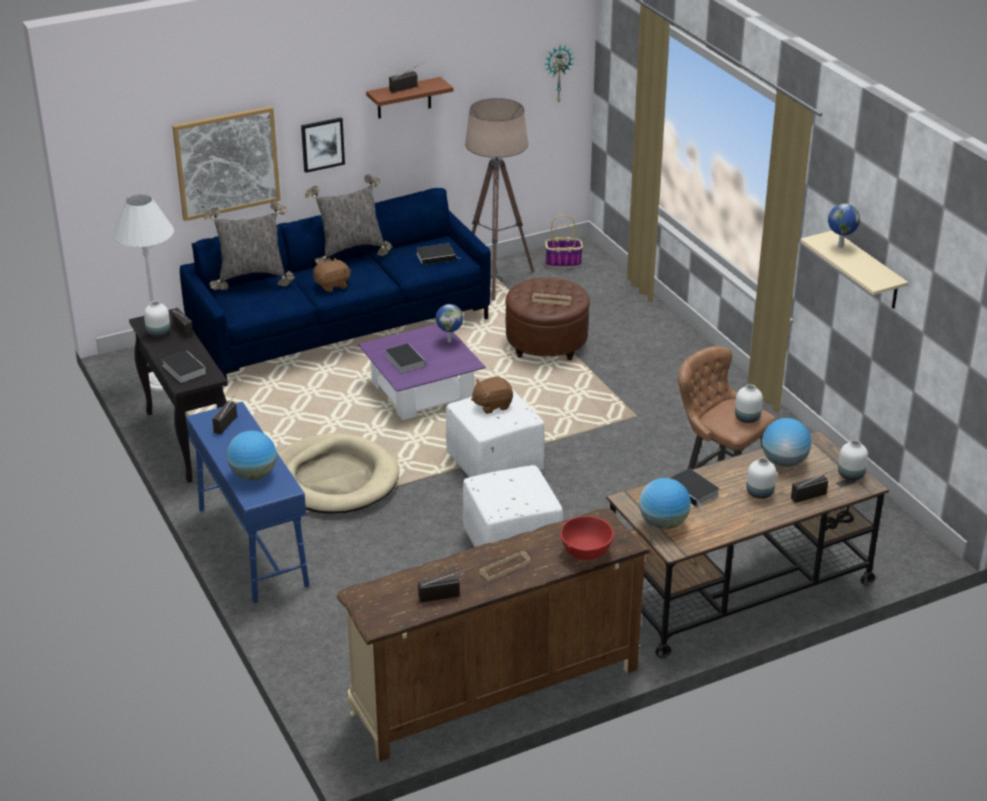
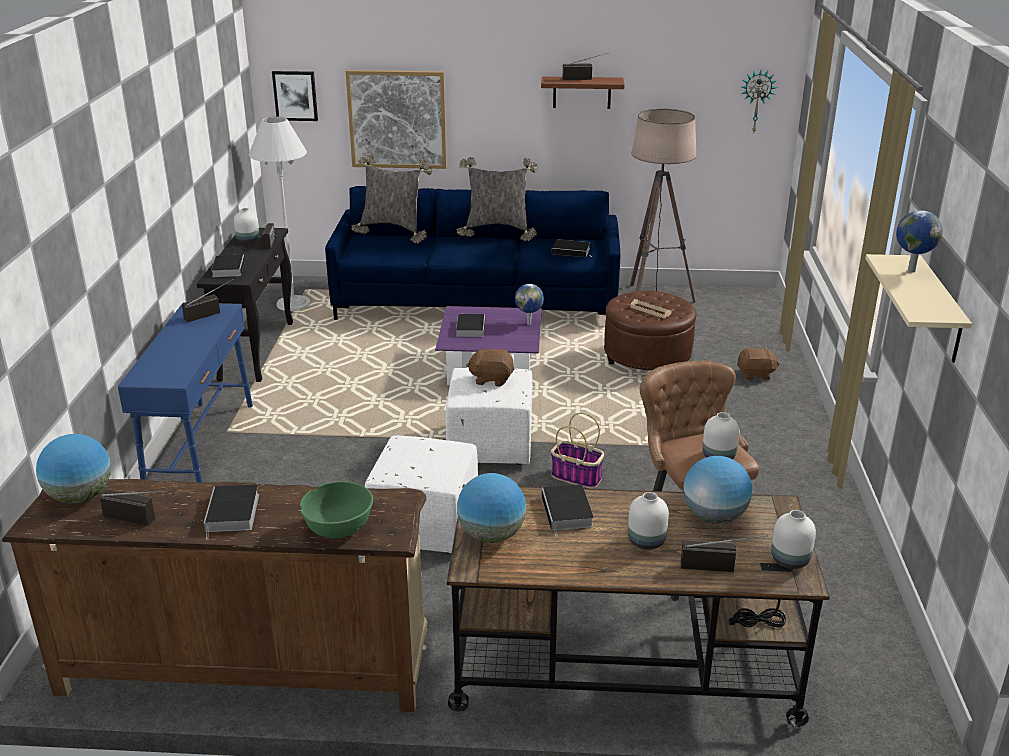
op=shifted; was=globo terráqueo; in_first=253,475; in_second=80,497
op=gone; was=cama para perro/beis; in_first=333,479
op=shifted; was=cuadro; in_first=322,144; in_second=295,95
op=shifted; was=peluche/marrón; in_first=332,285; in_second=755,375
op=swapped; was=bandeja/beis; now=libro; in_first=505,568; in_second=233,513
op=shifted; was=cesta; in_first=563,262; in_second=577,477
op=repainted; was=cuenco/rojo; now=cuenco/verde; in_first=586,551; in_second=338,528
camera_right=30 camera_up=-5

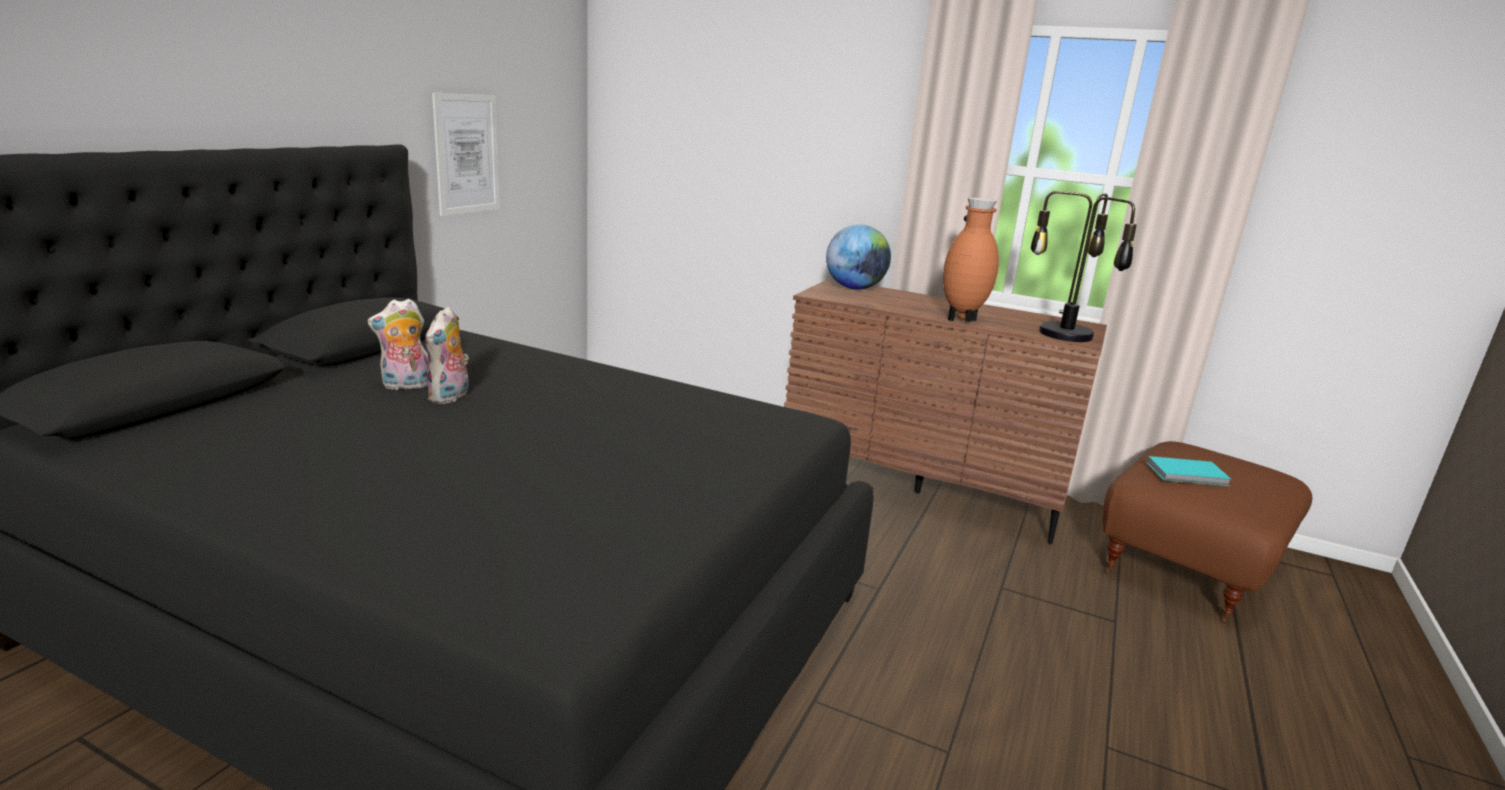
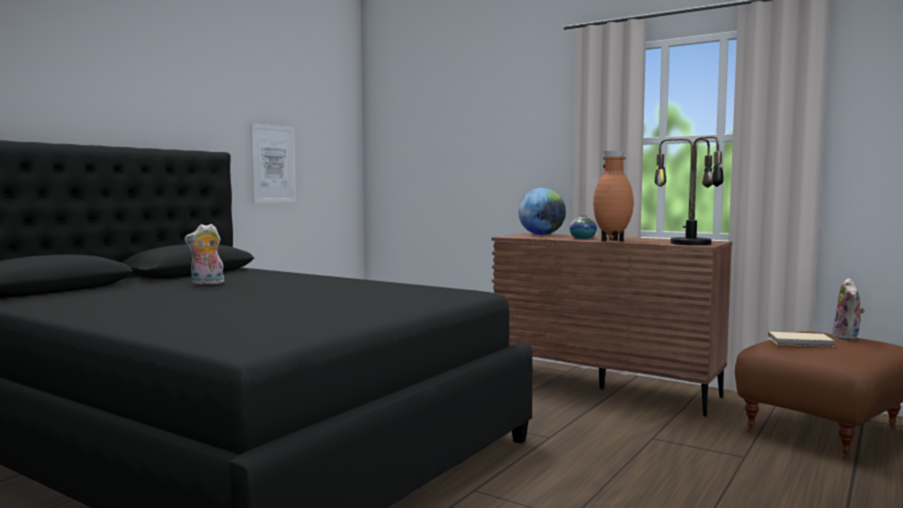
op=shifted; was=peluche; in_first=450,397; in_second=848,338
op=repainted; was=libro/turquesa; now=libro/beis; in_first=1188,474; in_second=801,342
op=new; now=florero; in_second=582,238
camera_right=10 camera_up=-15

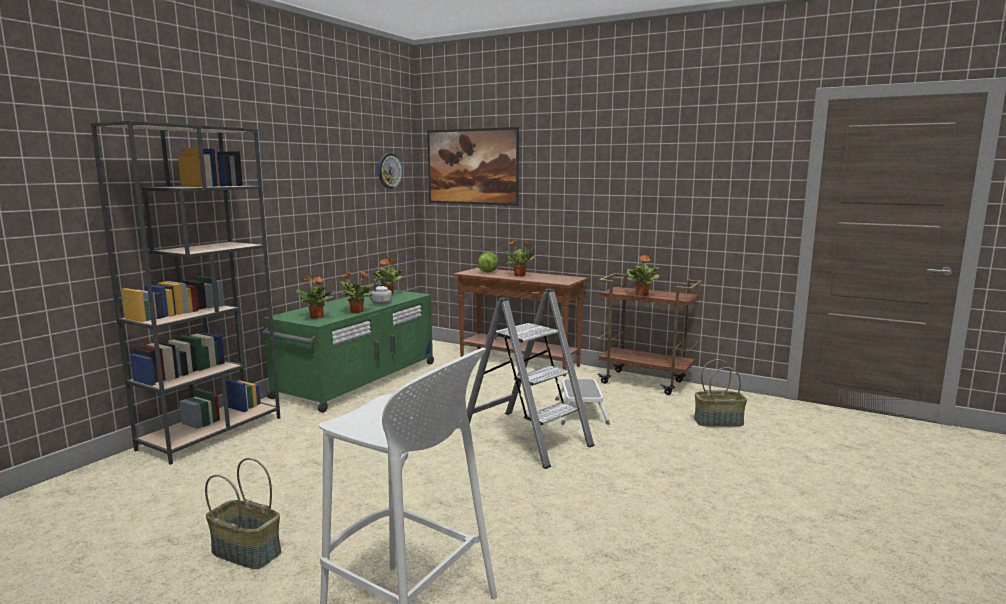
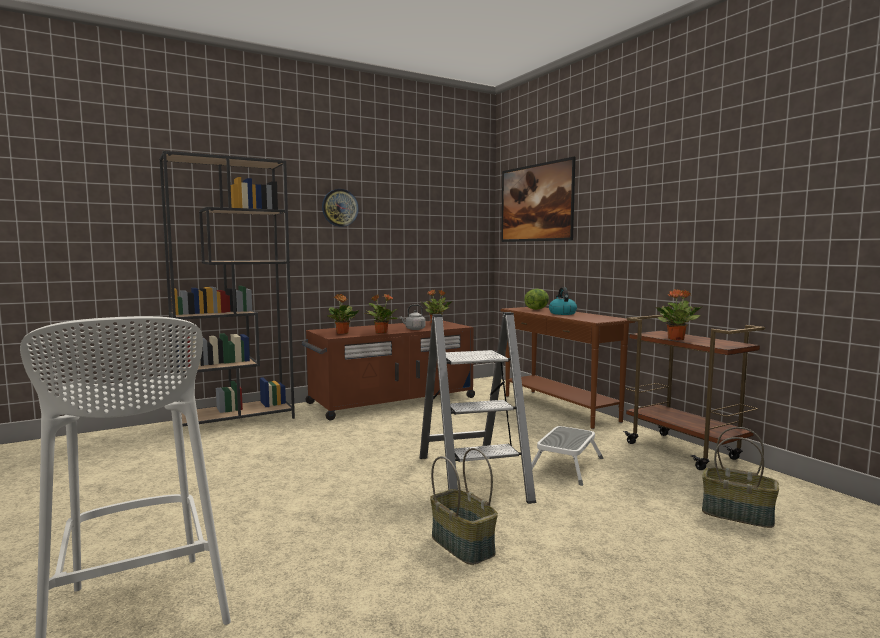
op=shifted; was=cesta; in_first=247,551; in_second=463,545
op=repainted; was=armario/verde; now=armario/marrón; in_first=359,379; in_second=393,400
op=shifted; was=reloj de pared; in_first=389,171; in_second=340,208
op=swapped; was=planta en maceta; now=hervidor; in_first=520,275; in_second=562,313
camera_right=30 camera_up=-5

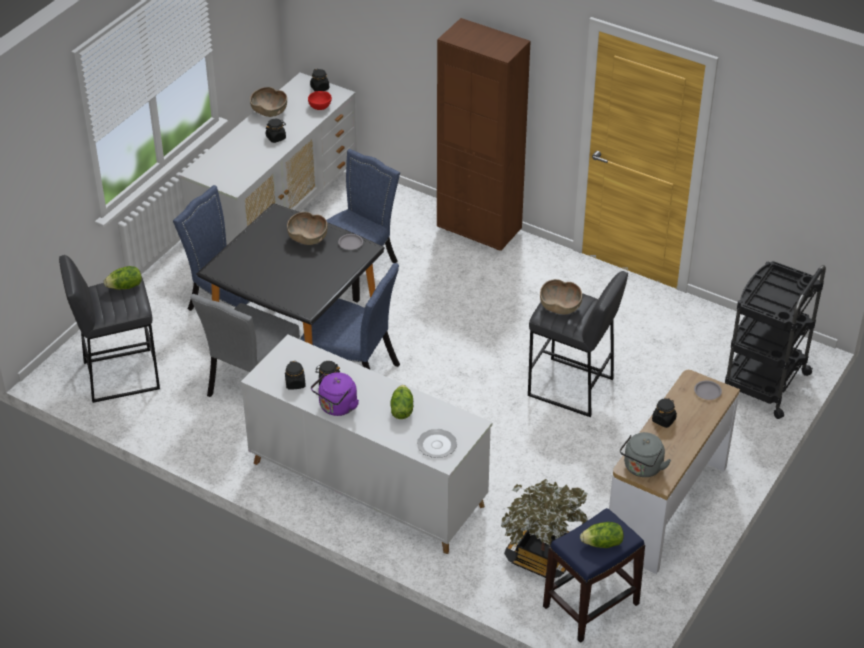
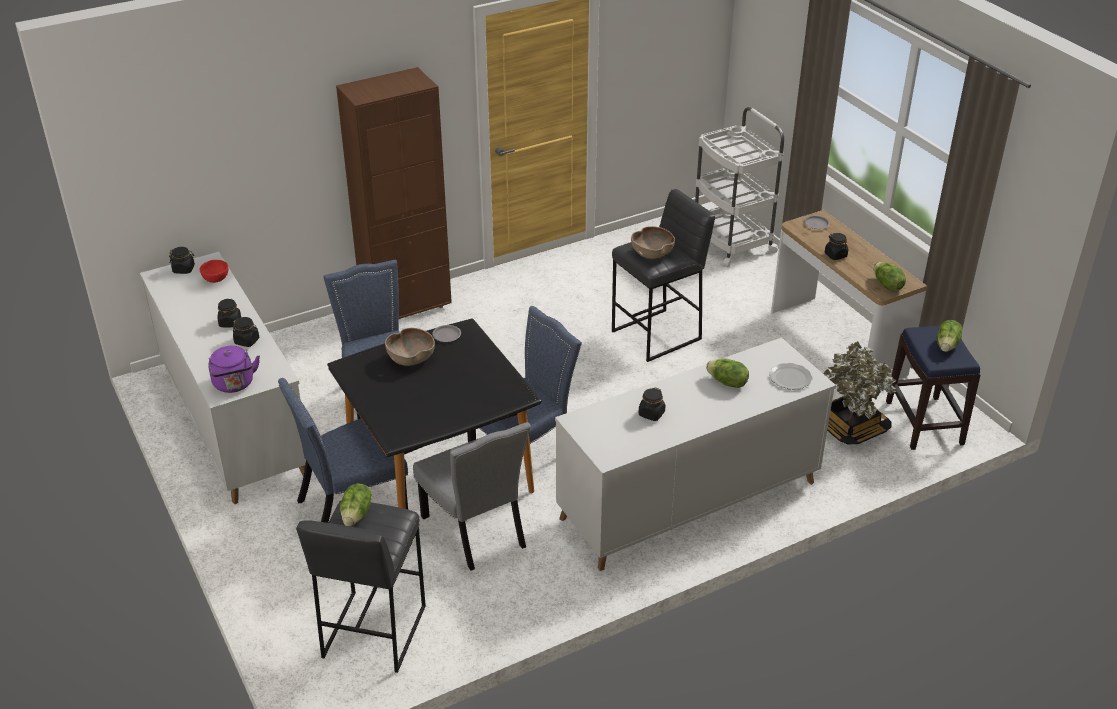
op=gone; was=cuenco/marrón; in_first=270,111
op=shifted; was=tarro/negro; in_first=295,383; in_second=247,341
op=shifted; was=hervidor/morado; in_first=336,407; in_second=234,385
op=swapped; was=hervidor/gris; now=lechuga; in_first=642,468; in_second=887,285
op=repainted; was=carrito/negro; now=carrito/blanco; in_first=763,383; in_second=730,243
camera_right=-60 camera_up=-5

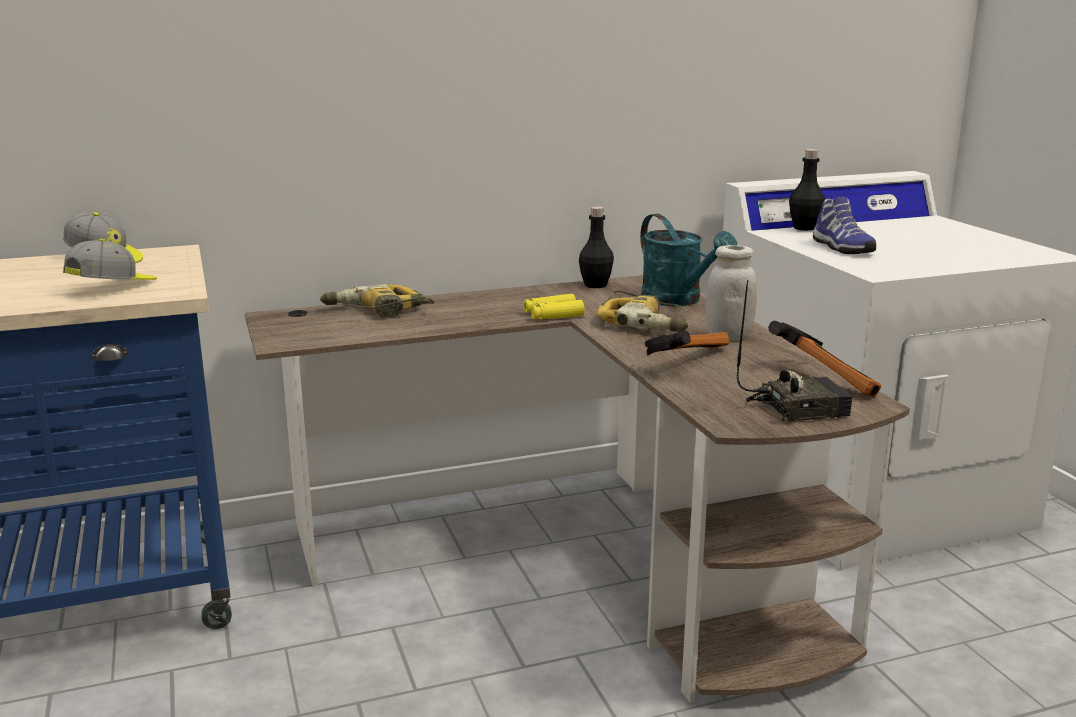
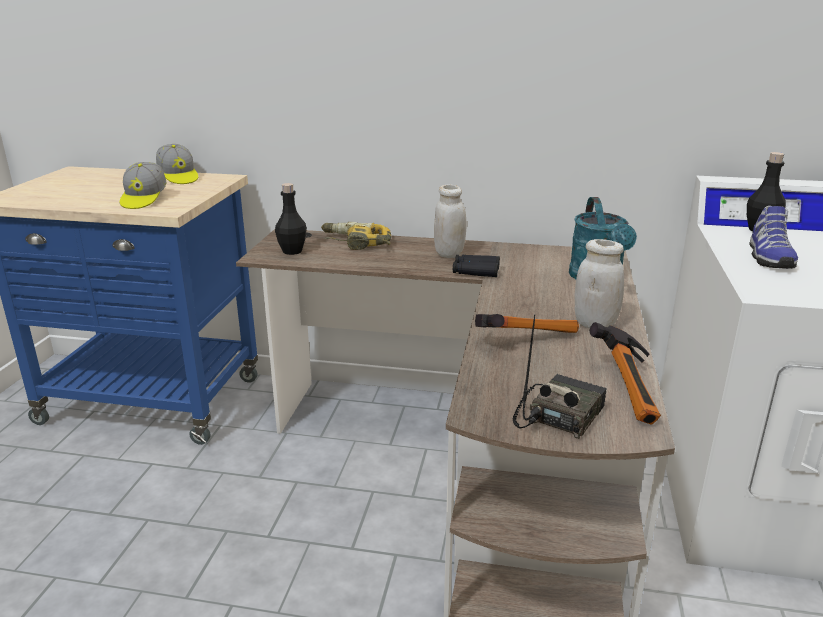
op=rotated; was=gorra; in_first=114,287; in_second=144,199; clockwise=120
op=repainted; was=prismáticos/amarillo; now=prismáticos/negro; in_first=553,315; in_second=475,271
op=shifted; was=botella/negro; in_first=595,285; in_second=292,251
op=gone; was=taladro; in_first=645,323
op=rotated; was=radio; in_first=797,408; in_second=558,415; clockwise=-75
op=new; now=tarro/blanco; in_second=449,254
camera_right=30 camera_up=5

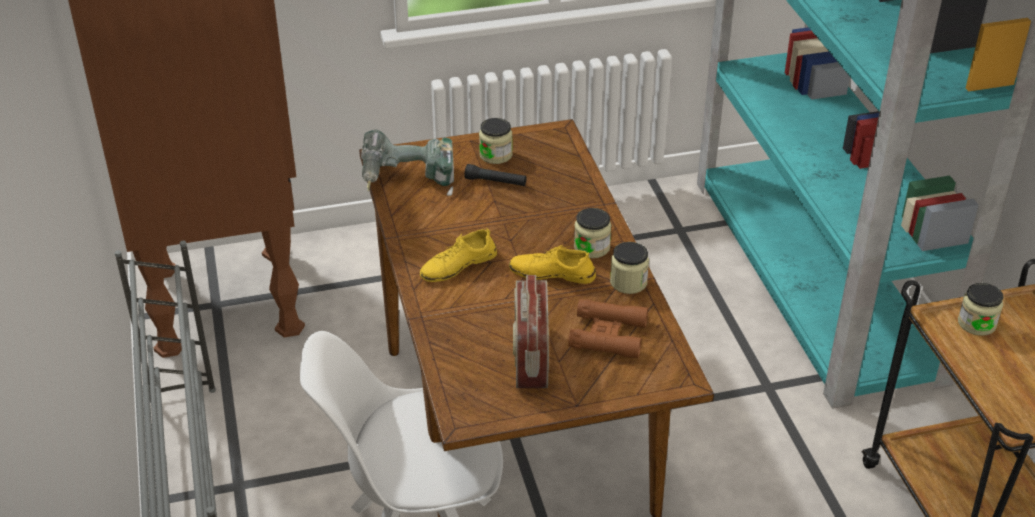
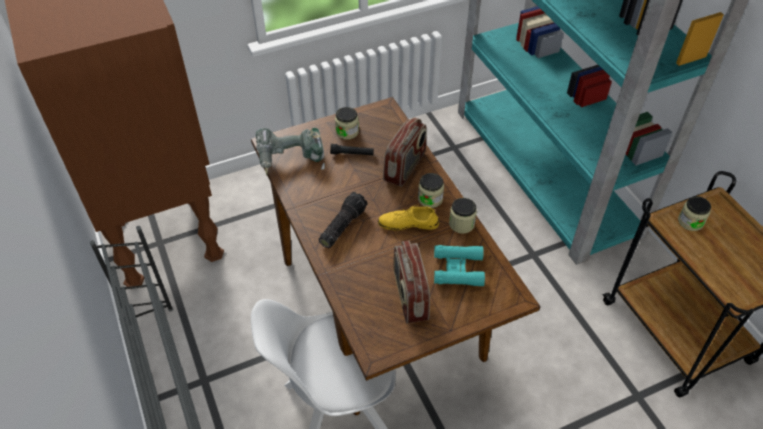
op=swapped; was=zapato/amarillo; now=linterna; in_first=458,265; in_second=342,225
op=repainted; was=prismáticos/marrón; now=prismáticos/turquesa; in_first=608,335; in_second=458,269
op=new; now=radio; in_second=405,167
camera_right=-10 camera_up=10

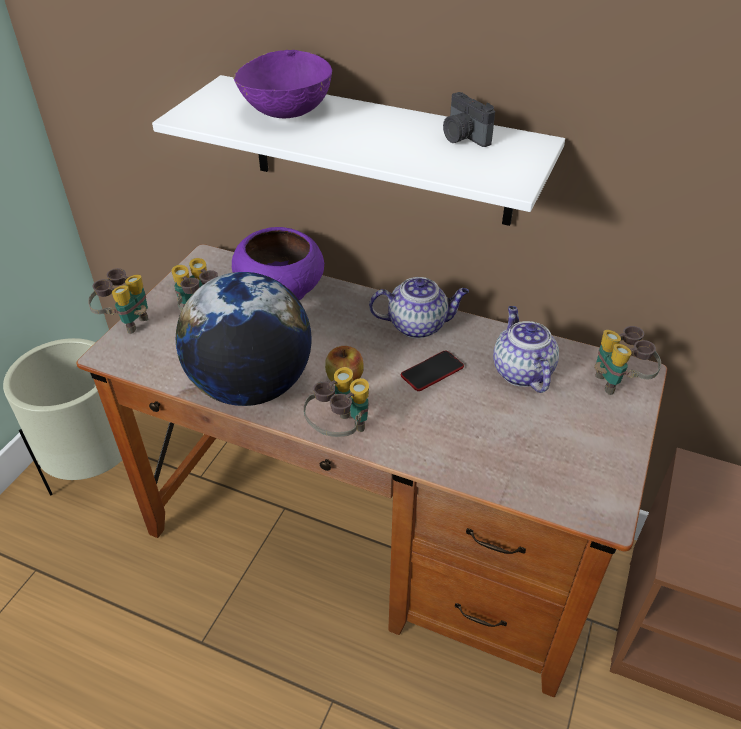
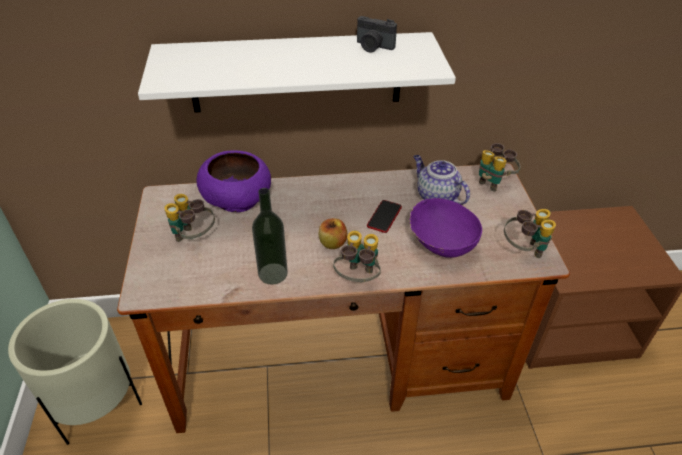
op=shifted; was=prismáticos; in_first=126,321; in_second=523,250
op=swapped; was=globo terráqueo; now=botella; in_first=251,386; in_second=273,273
op=shifted; was=cuenco/morado; in_first=286,110; in_second=440,243
op=gone; was=tetera; in_first=418,325
camera_right=-30 camera_up=0

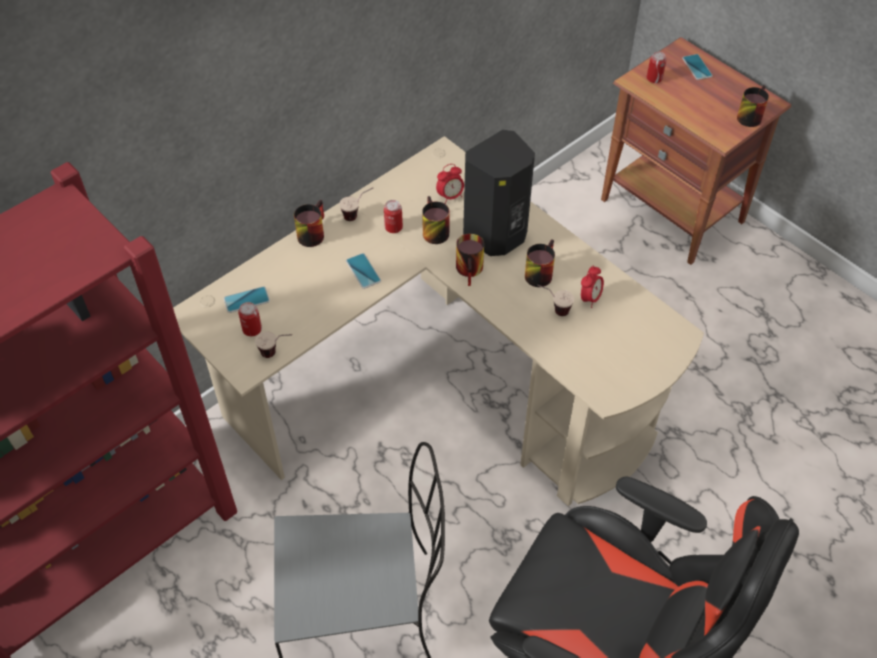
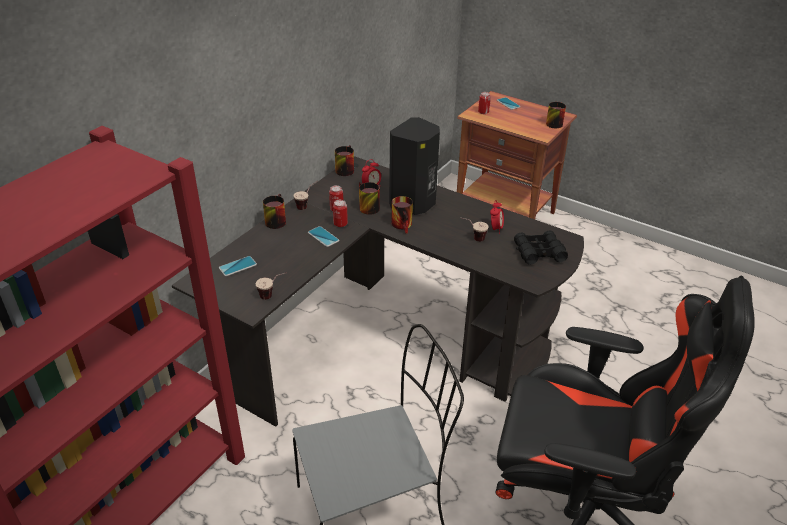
op=repainted; was=escritorio/beis; now=escritorio/negro; in_first=442,386; in_second=382,341
op=shifted; was=lata; in_first=252,330; in_second=340,224
op=shifted; was=taza grande; in_first=538,272; in_second=344,169
op=new; now=prismáticos/negro; in_second=539,253
camera_right=-15 camera_up=-15

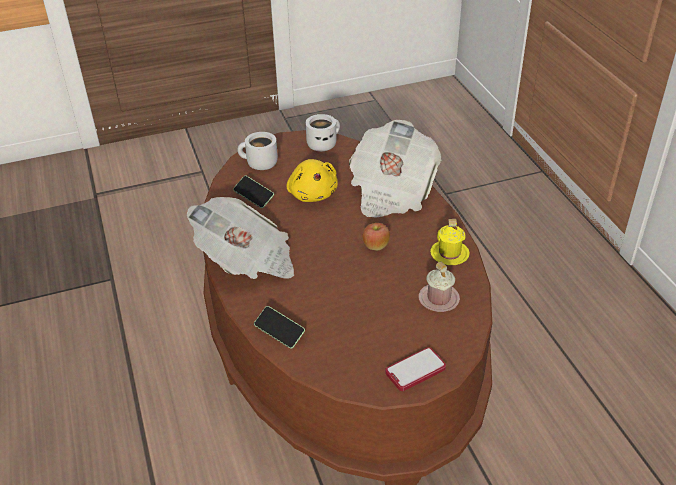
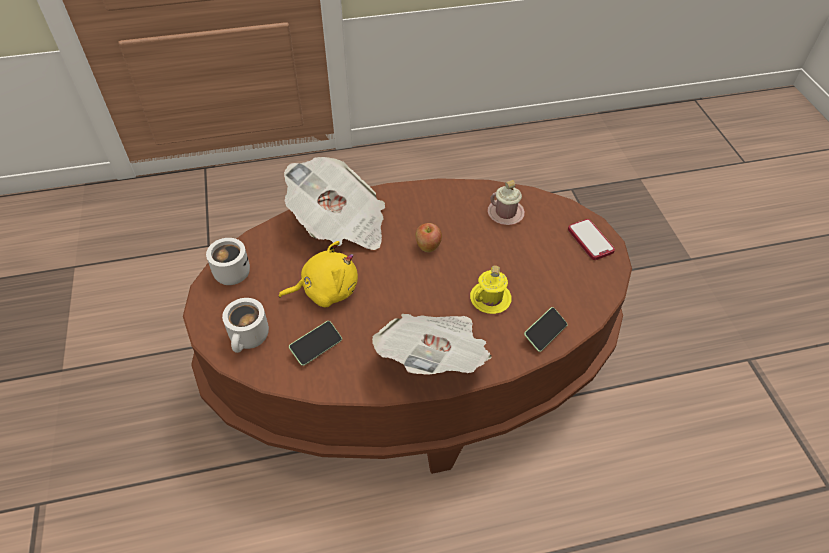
op=shifted; was=taza grande/amarillo; in_first=449,254; in_second=490,298
camera_right=-85 camera_up=10

